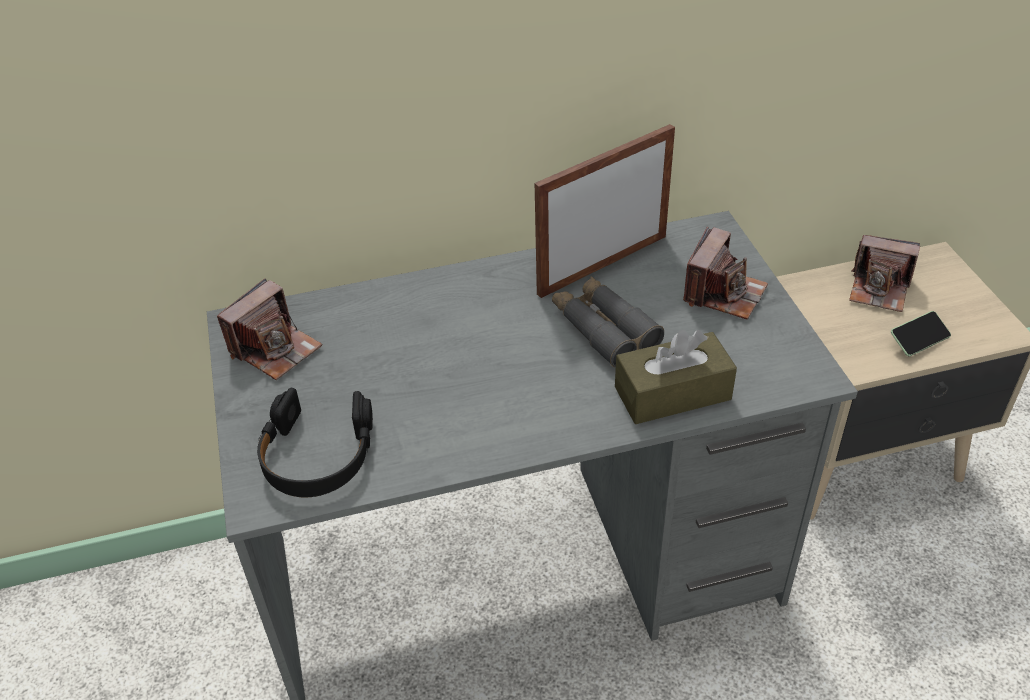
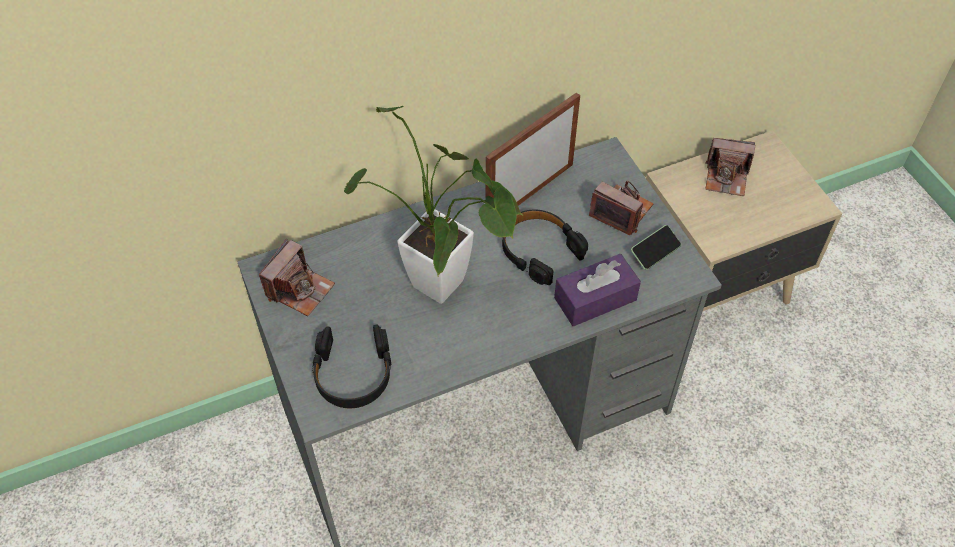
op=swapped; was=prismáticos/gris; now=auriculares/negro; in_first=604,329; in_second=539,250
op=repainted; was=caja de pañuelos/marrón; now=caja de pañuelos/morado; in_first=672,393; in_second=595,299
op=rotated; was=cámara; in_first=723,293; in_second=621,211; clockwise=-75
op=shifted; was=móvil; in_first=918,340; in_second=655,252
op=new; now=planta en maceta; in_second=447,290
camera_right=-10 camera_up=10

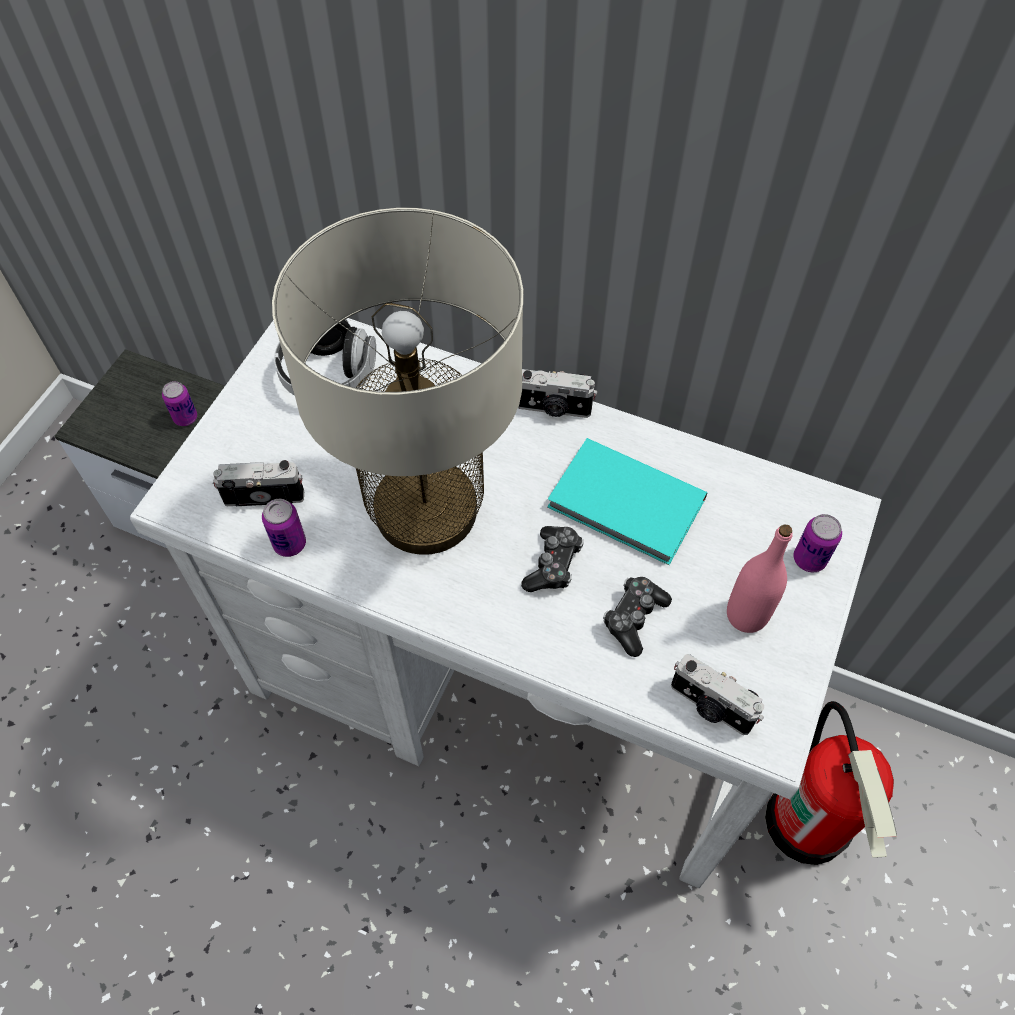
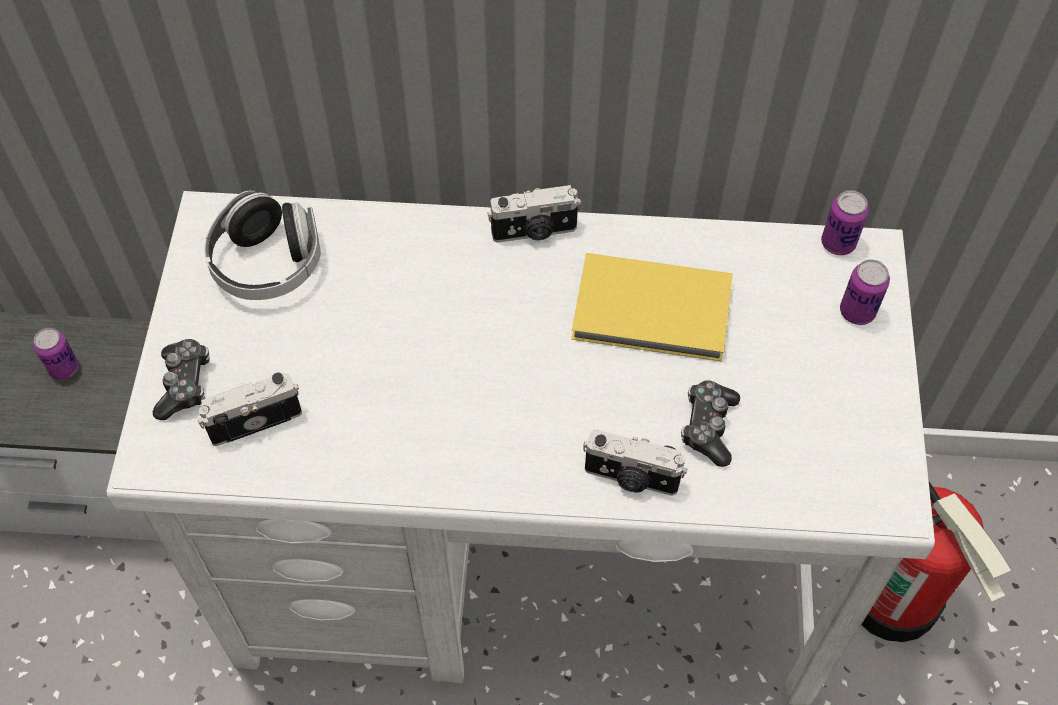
op=shifted; was=lata; in_first=289,544; in_second=838,243
op=gone; was=lámpara de mesa; in_first=425,510
op=shifted; was=mando de consola; in_first=553,565; in_second=184,384
op=repainted; was=libro/turquesa; now=libro/amarillo; in_first=626,506; in_second=653,313
op=shifted; was=cámara; in_first=710,706; in_second=631,478
op=gone; was=botella/rosa; in_first=746,615
camera_right=-20 camera_up=0

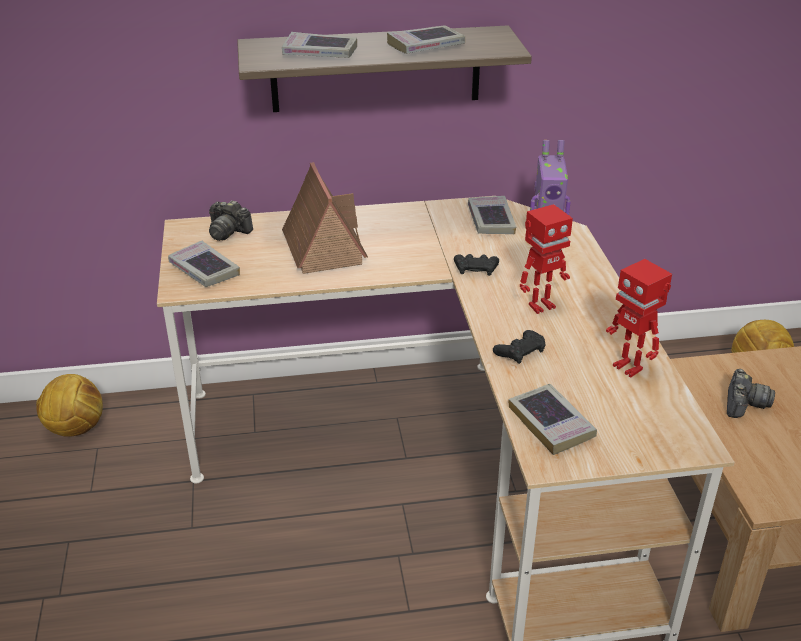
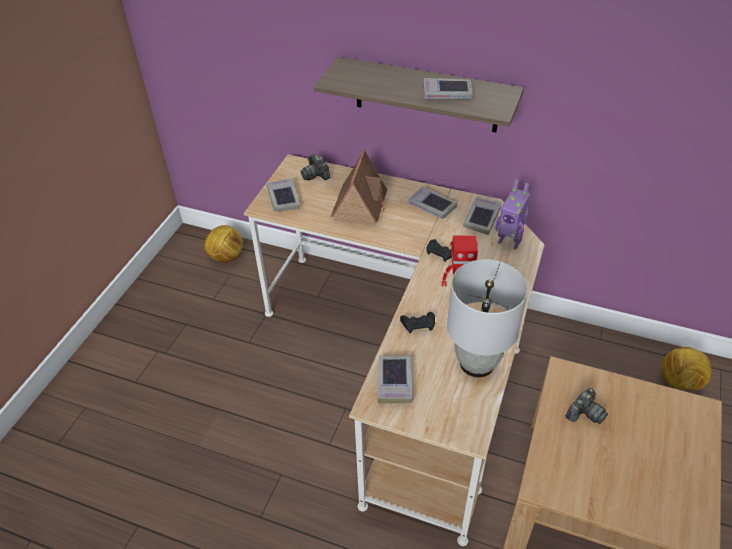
op=shifted; was=libro; in_first=320,52; in_second=431,206
op=swapped; was=robot de juguete; now=lámpara de mesa/blanco; in_first=629,367; in_second=477,363
camera_right=30 camera_up=10

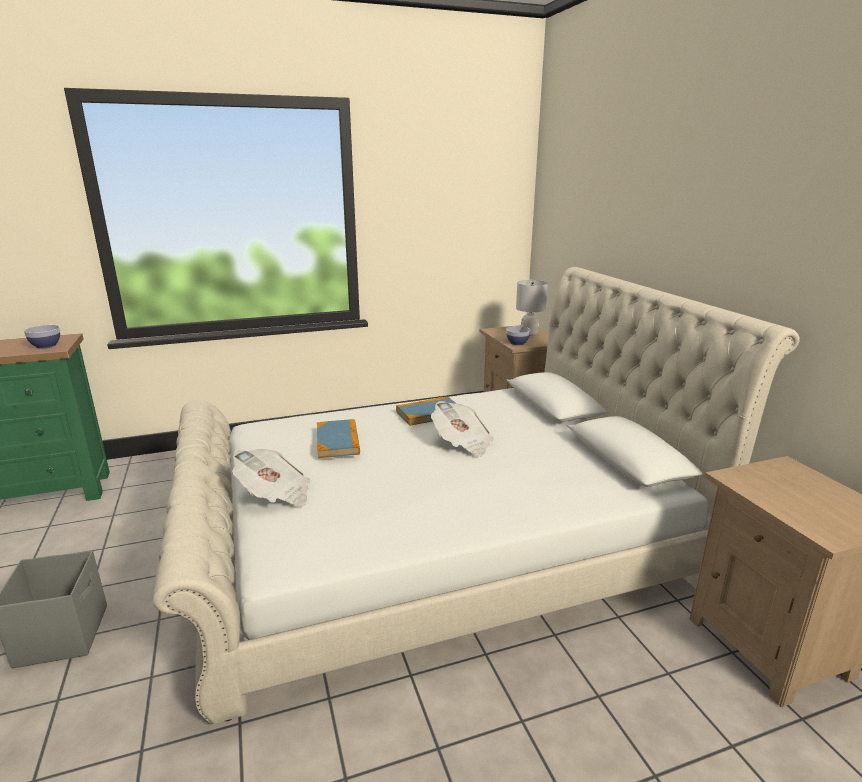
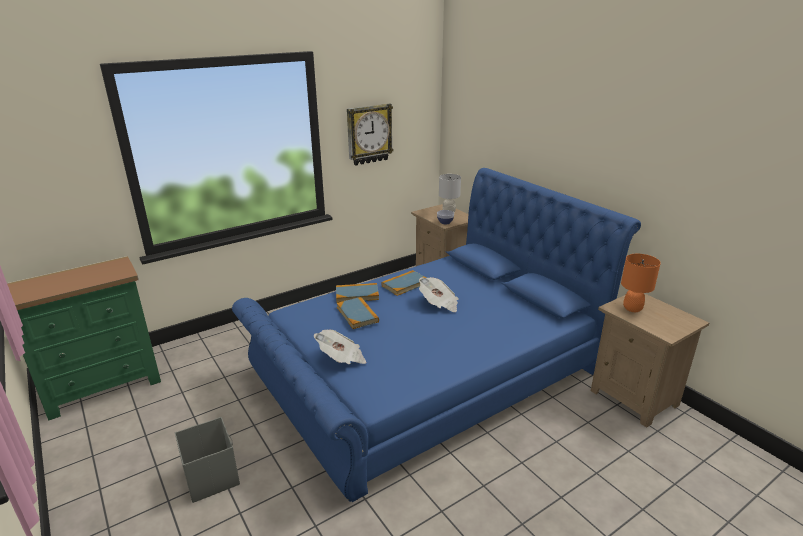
op=gone; was=cuenco; in_first=46,346
op=repainted; was=cama/beis; now=cama/azul; in_first=440,539; in_second=428,369
op=new; now=libro; in_second=357,294
op=new; now=reloj de pared; in_second=369,134
op=new; now=lámpara de mesa/naranja; in_second=631,309
camera_right=-15 camera_up=5

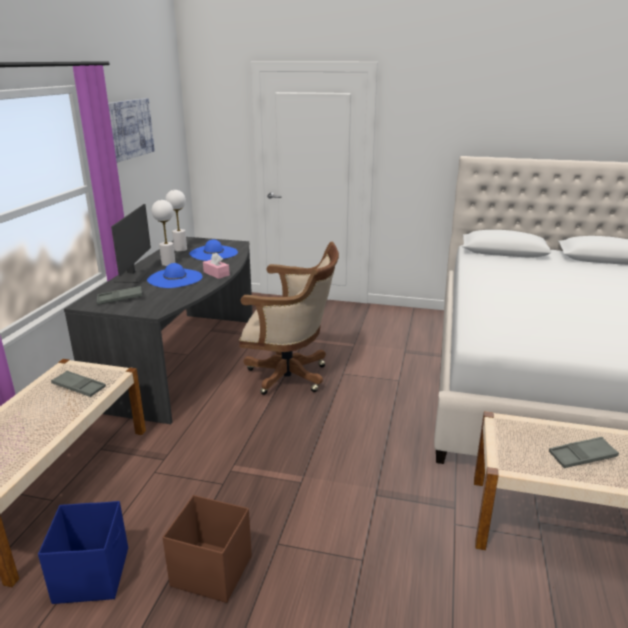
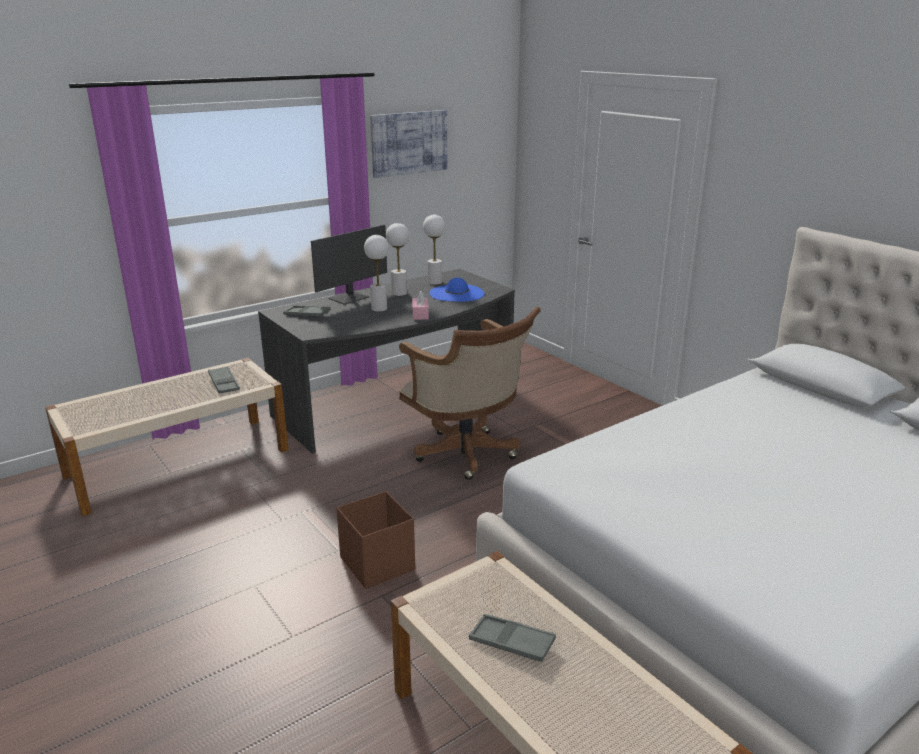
op=gone; was=caja de almacenaje/azul; in_first=93,574
op=swapped; was=sombrero/azul; now=lámpara de mesa/blanco; in_first=175,278; in_second=379,309
op=shifted; was=caja de almacenaje/marrón; in_first=211,570; in_second=377,563
camera_right=40 camera_up=0

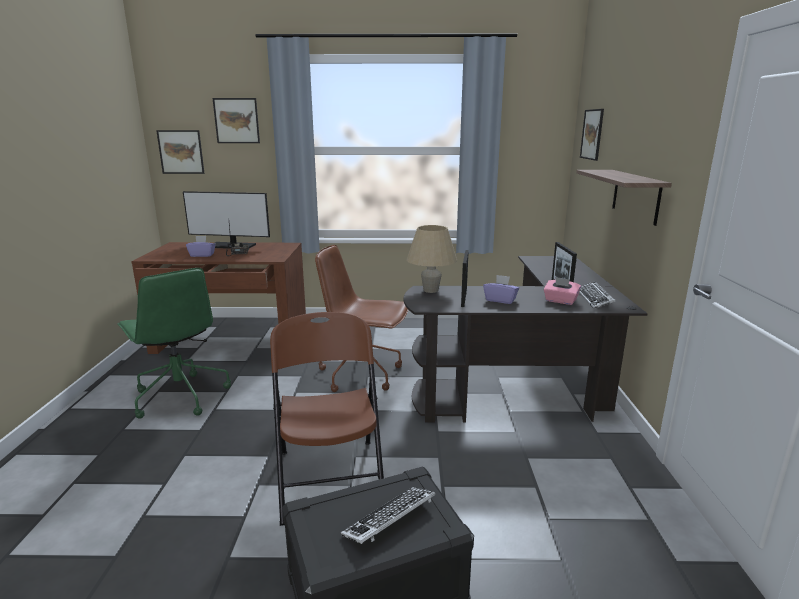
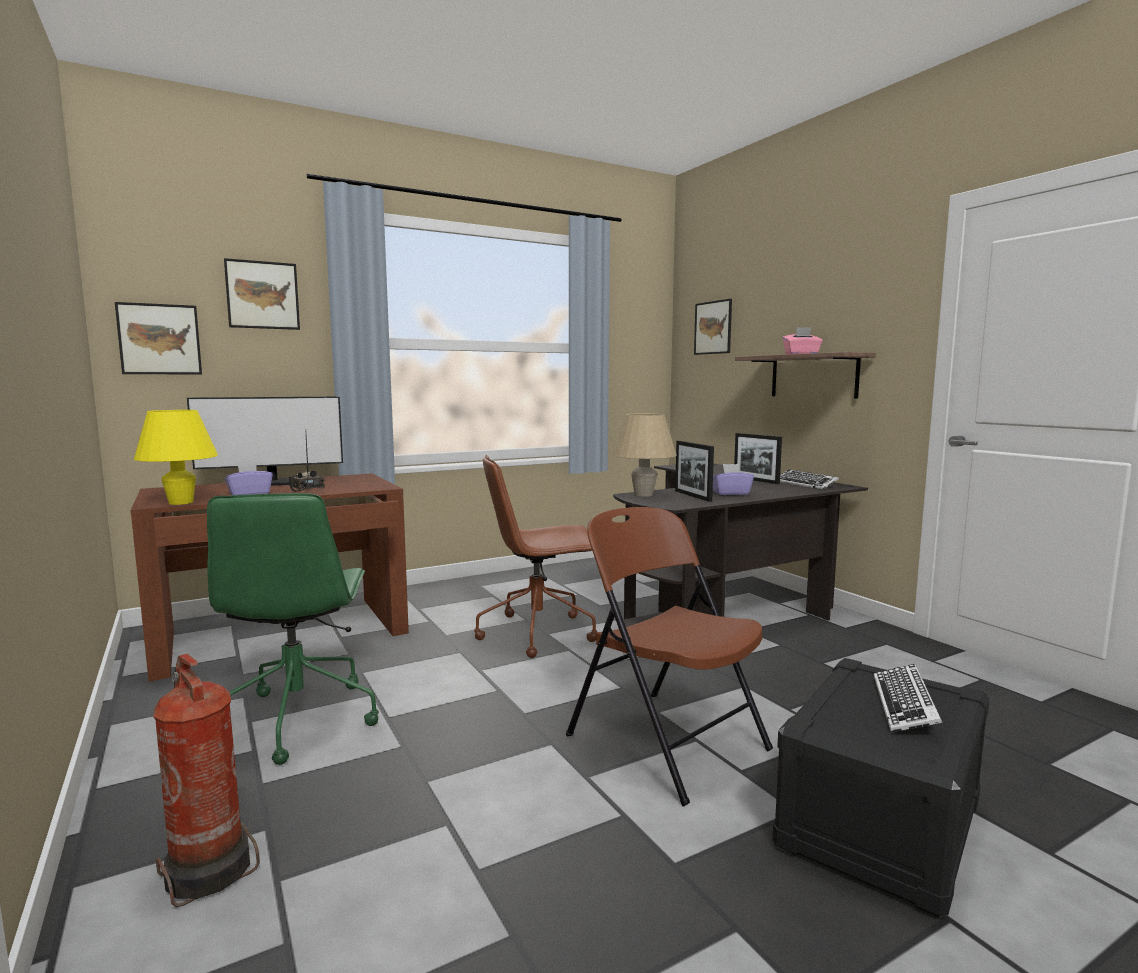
op=rotated; was=silla de oficina/verde; in_first=179,395; in_second=299,717; clockwise=60
op=shifted; was=caja de pañuelos/rosa; in_first=560,301; in_second=801,354
op=new; now=lámpara de mesa/amarillo; in_second=181,502
op=new; now=extintor; in_second=209,869
camera_right=-30 camera_up=-10

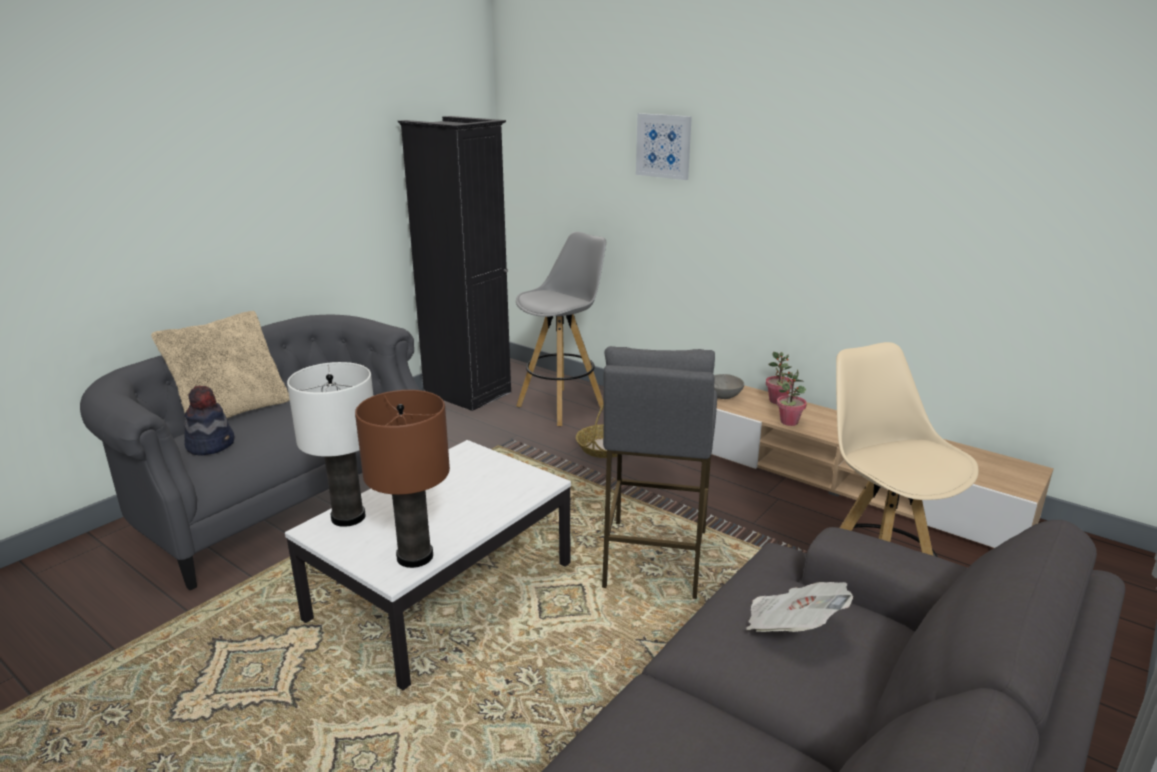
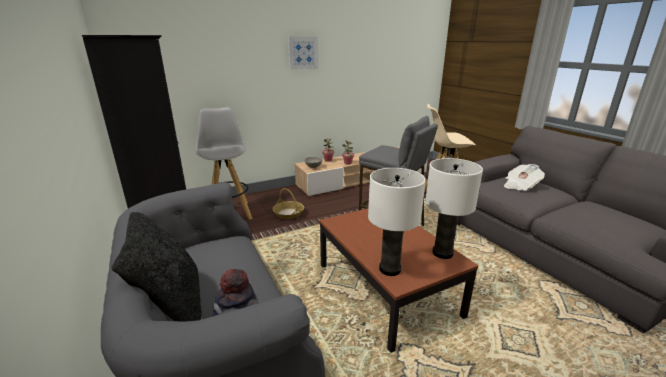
op=repainted; was=cojín/beis; now=cojín/negro; in_first=233,410; in_second=172,304
op=repainted; was=mesa de centro/blanco; now=mesa de centro/marrón; in_first=442,590; in_second=385,289
op=repainted; was=lámpara de mesa/marrón; now=lámpara de mesa/blanco; in_first=415,556; in_second=442,253
op=shifted; was=cuadro; in_first=663,146; in_second=303,53
camera_right=-65 camera_up=0

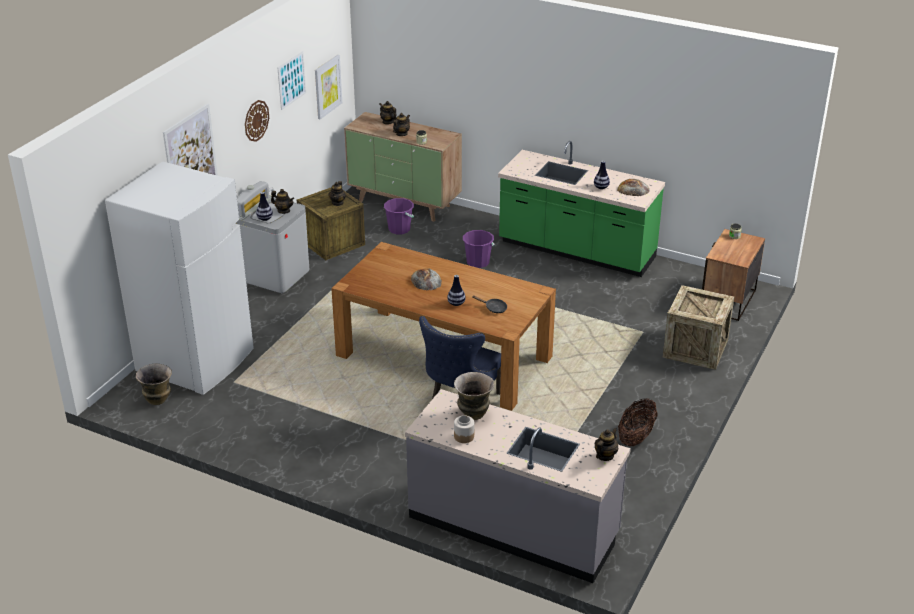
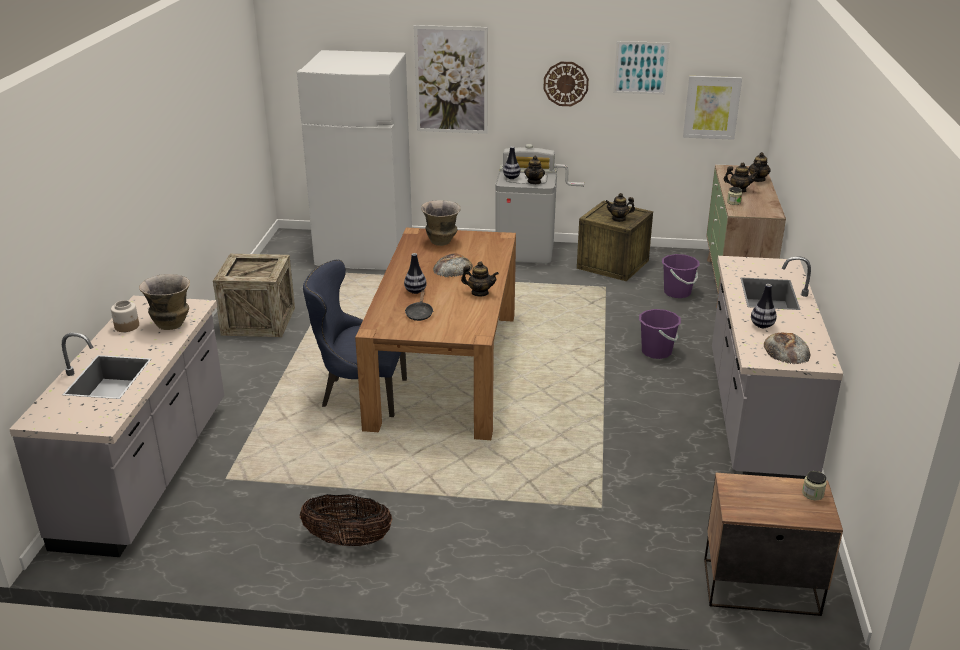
op=shifted; was=florero; in_first=158,399; in_second=441,242
op=repainted; was=mueble bajo de cocina/verde; now=mueble bajo de cocina/gris; in_first=576,251; in_second=755,417
op=shifted; was=tetera; in_first=605,456; in_second=480,293
op=shifted; was=caja de embalaje; in_first=695,348; in_second=258,321
camera_right=70 camera_up=-5

